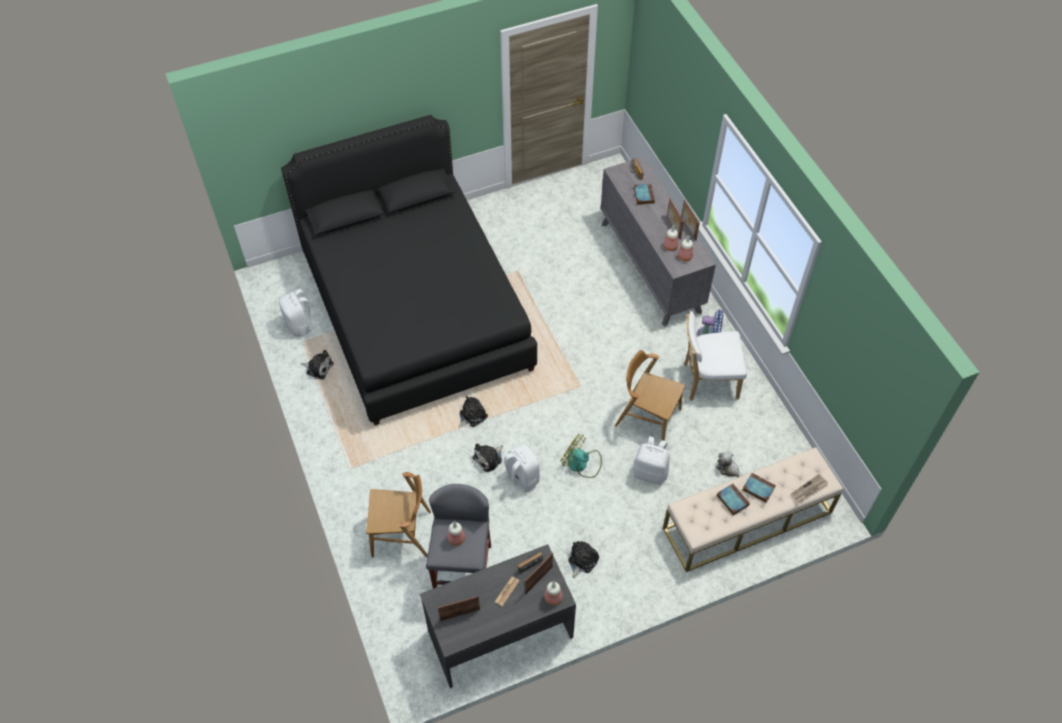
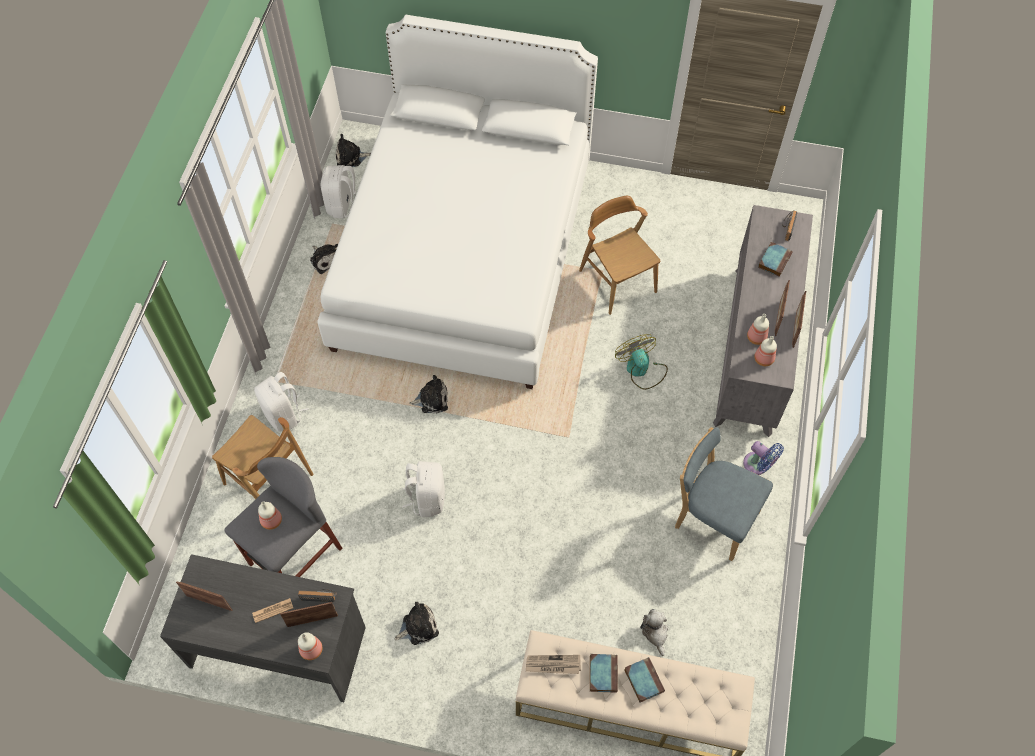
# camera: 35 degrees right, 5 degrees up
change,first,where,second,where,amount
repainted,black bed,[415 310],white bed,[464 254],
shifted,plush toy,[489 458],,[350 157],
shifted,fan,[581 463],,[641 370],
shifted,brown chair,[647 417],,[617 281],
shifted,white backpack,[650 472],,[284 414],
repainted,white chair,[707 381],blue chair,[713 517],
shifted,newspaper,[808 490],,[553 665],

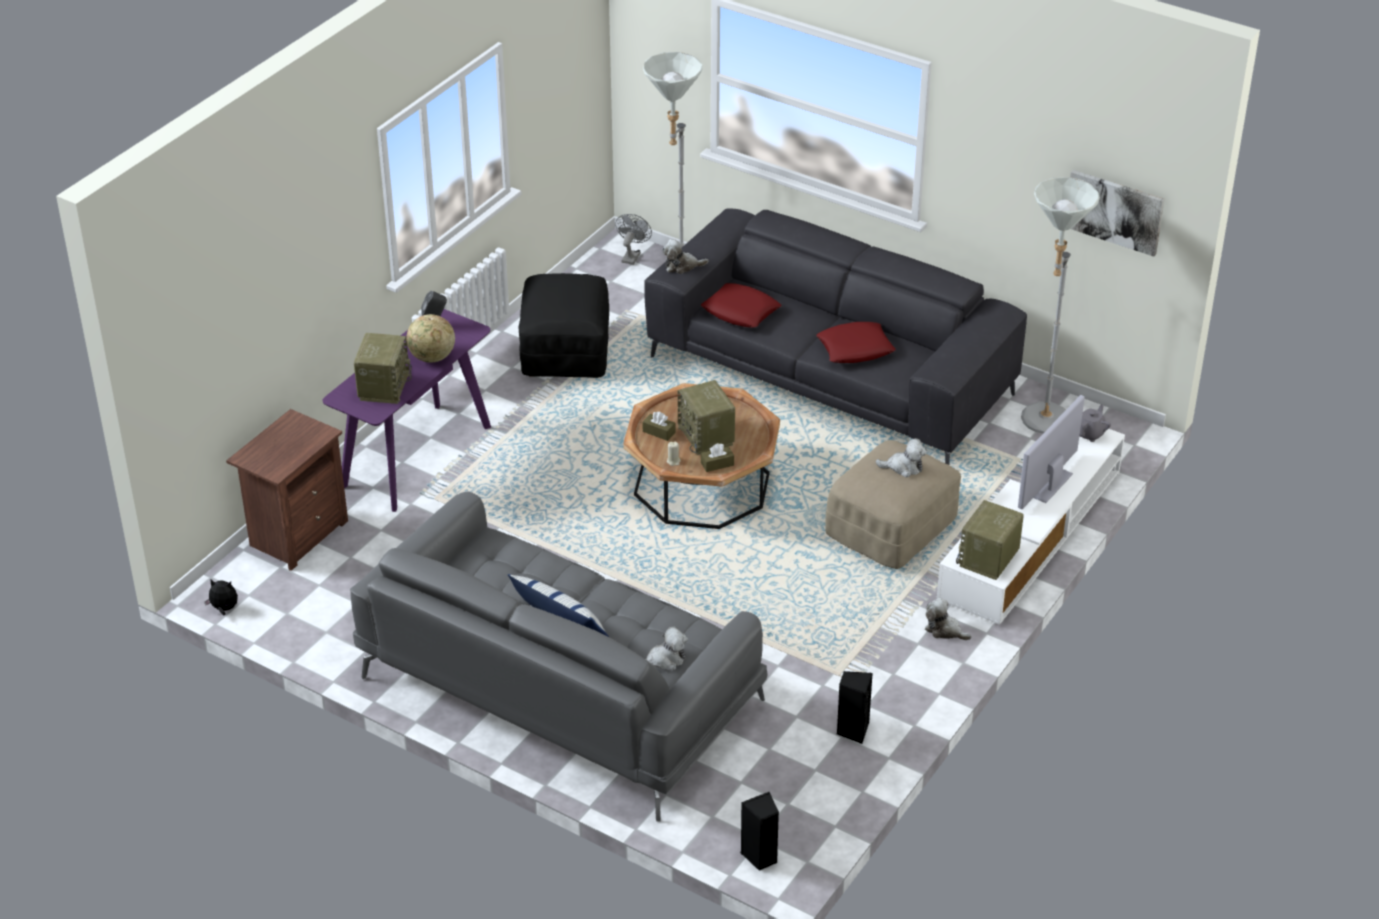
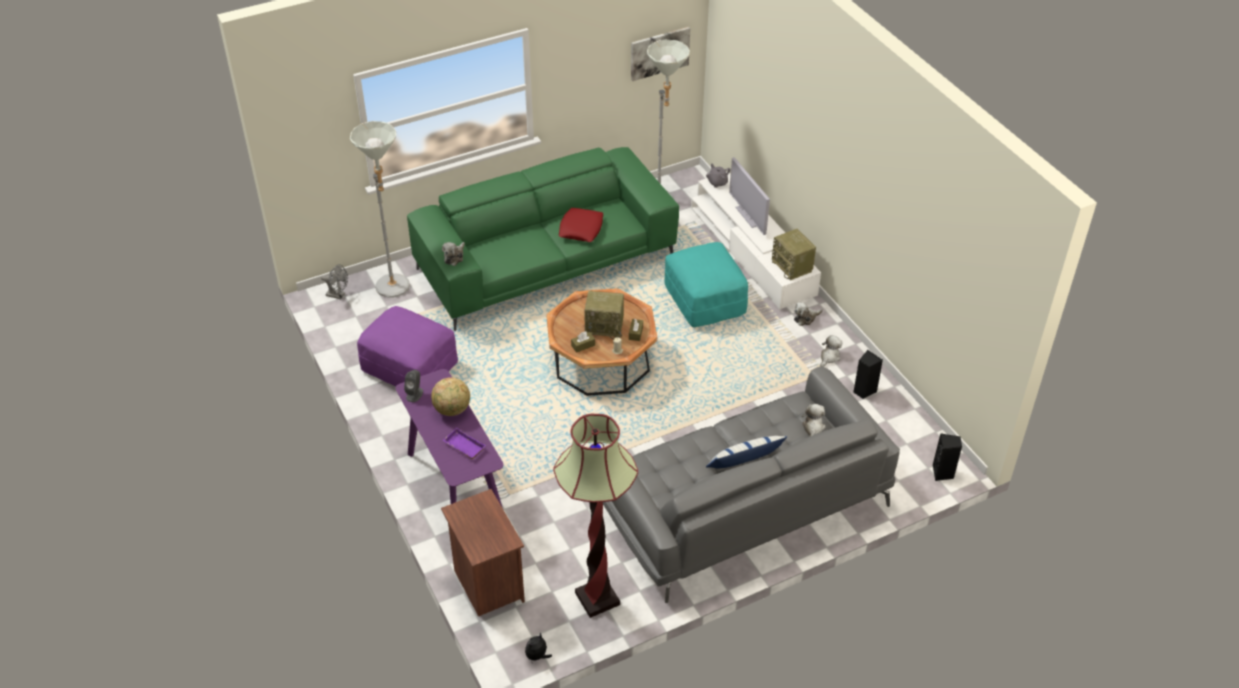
# camera: 60 degrees left, 5 degrees up
change,first,where,second,where,amount
swapped,radio,[383 386],purple tray,[463 446],
repainted,black ottoman,[565 350],purple ottoman,[409 367],
rotated,grey fan,[632 256],,[338 295],150 degrees clockwise
repainted,grey sofa,[830 376],green sofa,[545 263],
gone,red pillow,[741 311],,,
repainted,beige ottoman,[891 529],turquoise ottoman,[705 300],
shifted,plush toy,[903 467],,[829 357],
new,,,floor lamp,[597 598],

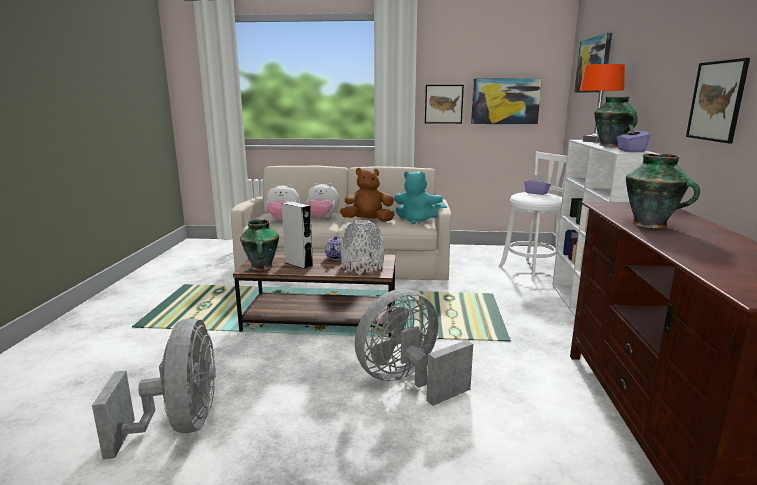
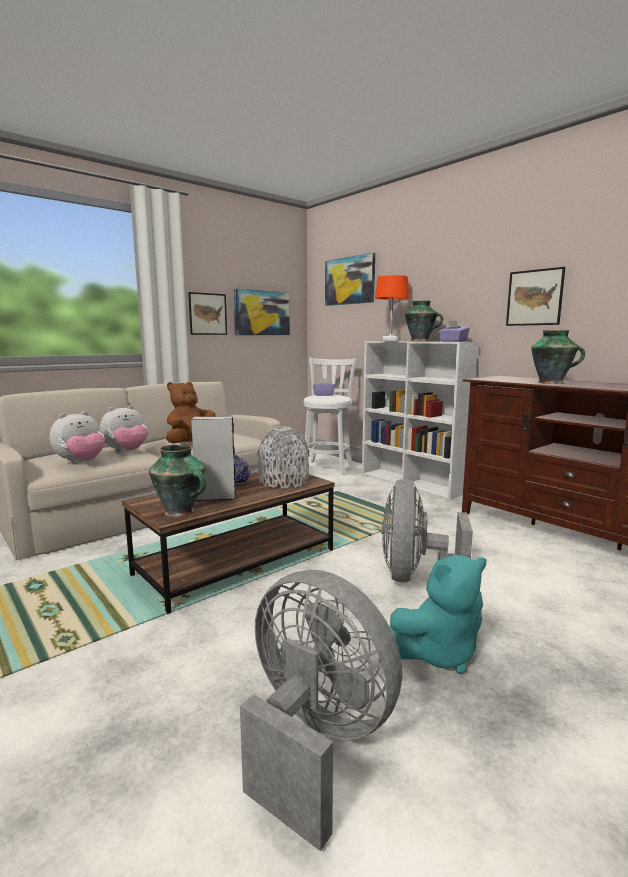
# camera: 45 degrees left, 5 degrees down
change,first,where,second,where,amount
shifted,turquoise plush toy,[417 220],,[438 653],

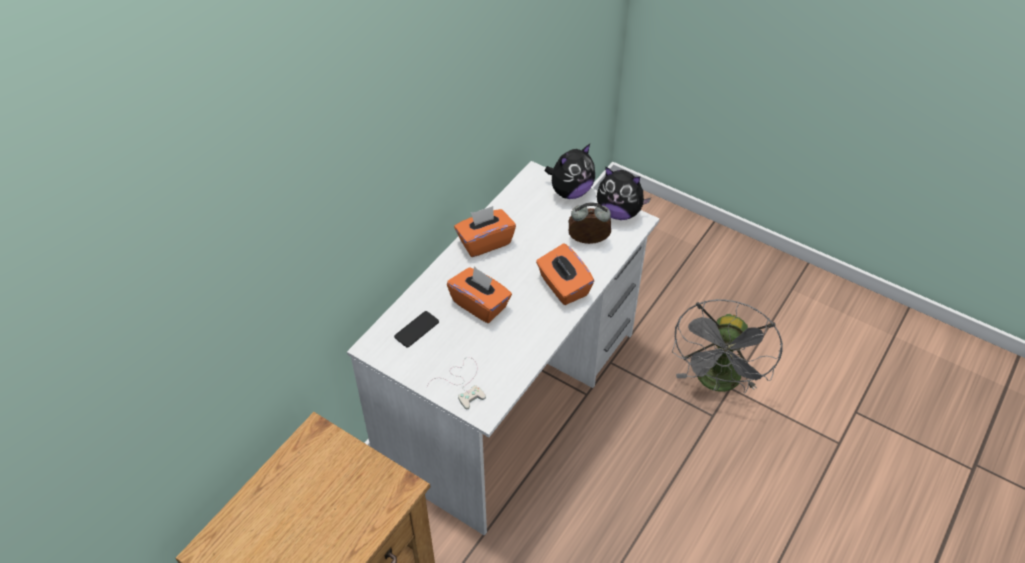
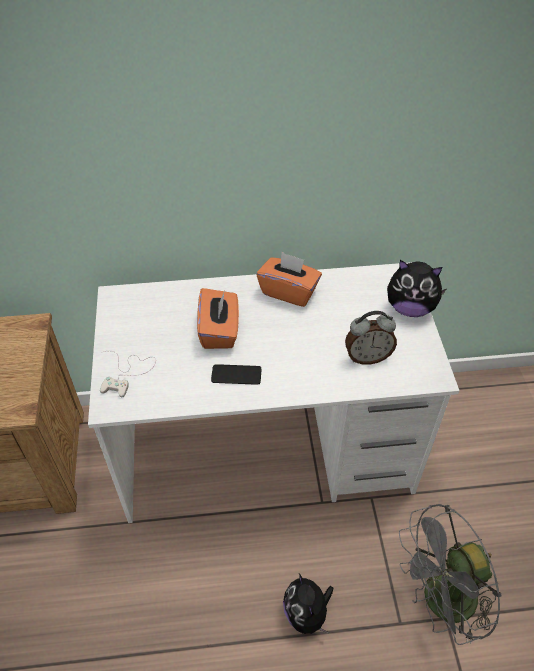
# camera: 50 degrees right, 0 degrees up
change,first,where,second,where,amount
shifted,phone,[416 329],,[236 375],
gone,orange tissue box,[563 286],,,
rotated,alarm clock,[588 242],,[367 357],120 degrees clockwise
shifted,plush toy,[619 212],,[307 613],

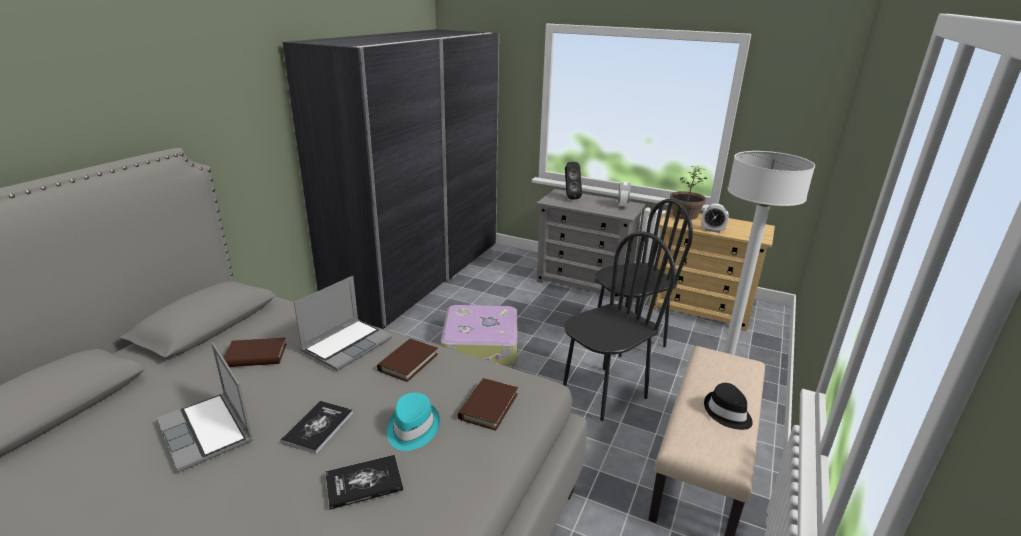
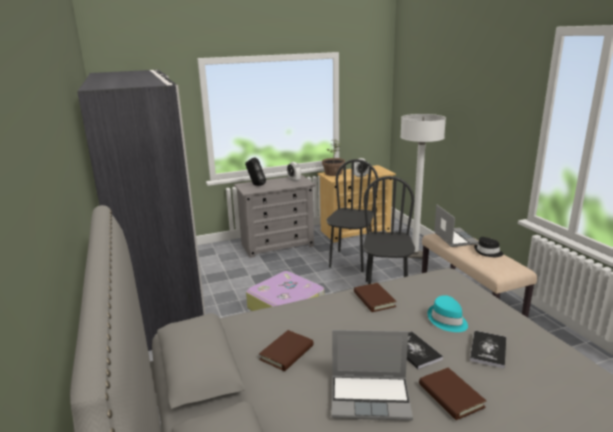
# camera: 45 degrees left, 5 degrees down
change,first,where,second,where,amount
shifted,laptop,[347 344],,[454 238],
shifted,brown book,[488 406],,[450 396],

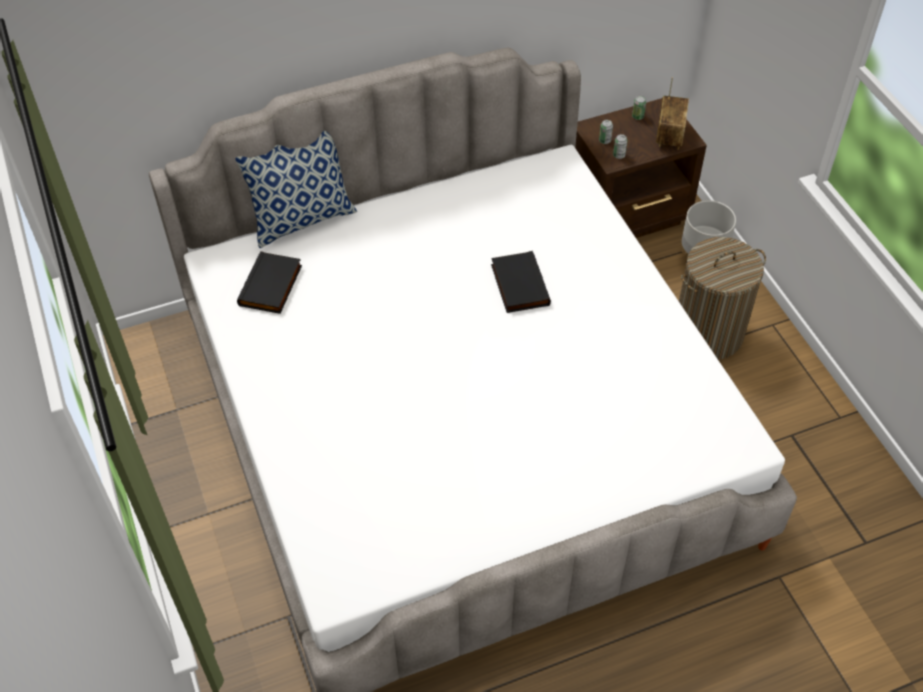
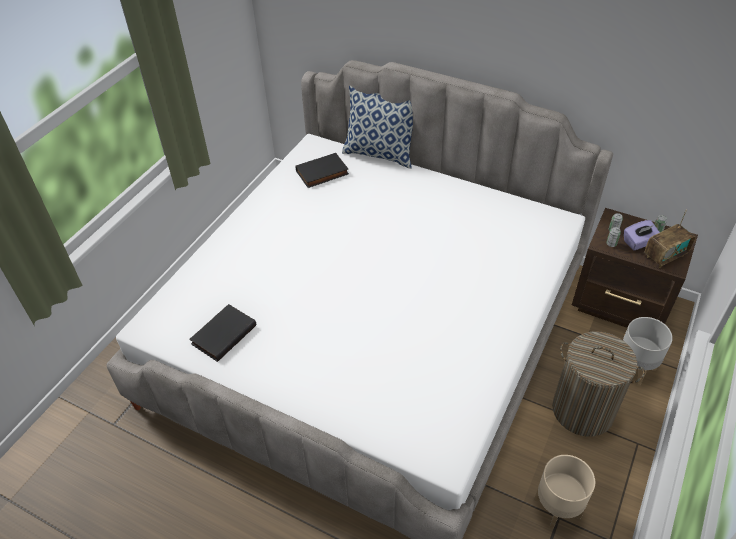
# camera: 50 degrees right, 5 degrees down
change,first,where,second,where,amount
shifted,black book,[518 285],,[223 334],
new,,,beige planter,[557 508],
new,,,purple tissue box,[639 242],

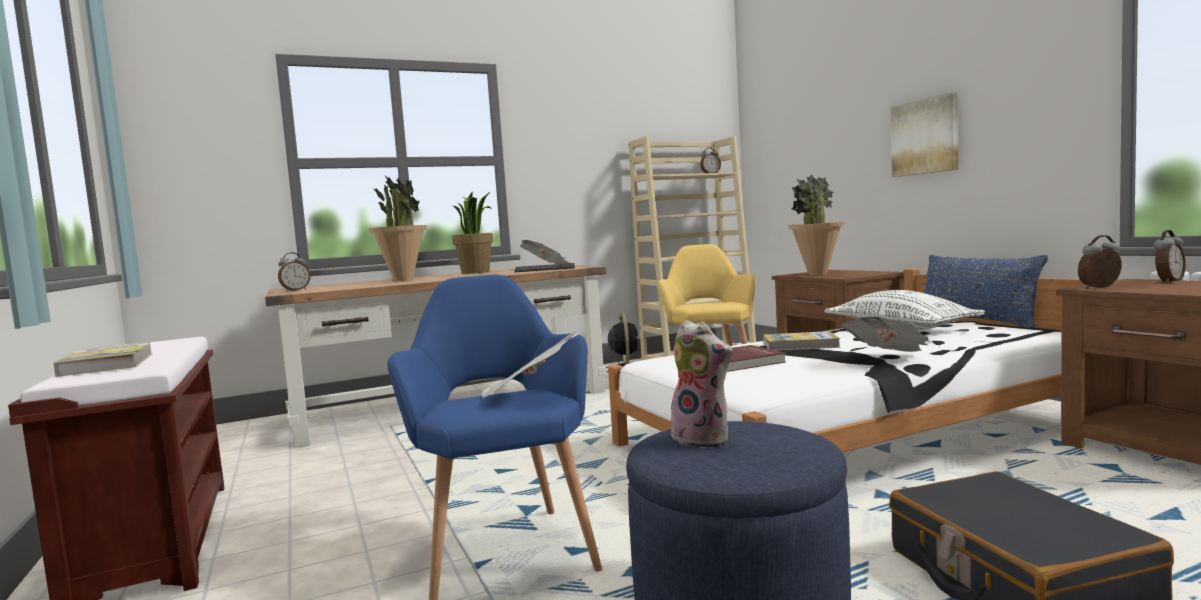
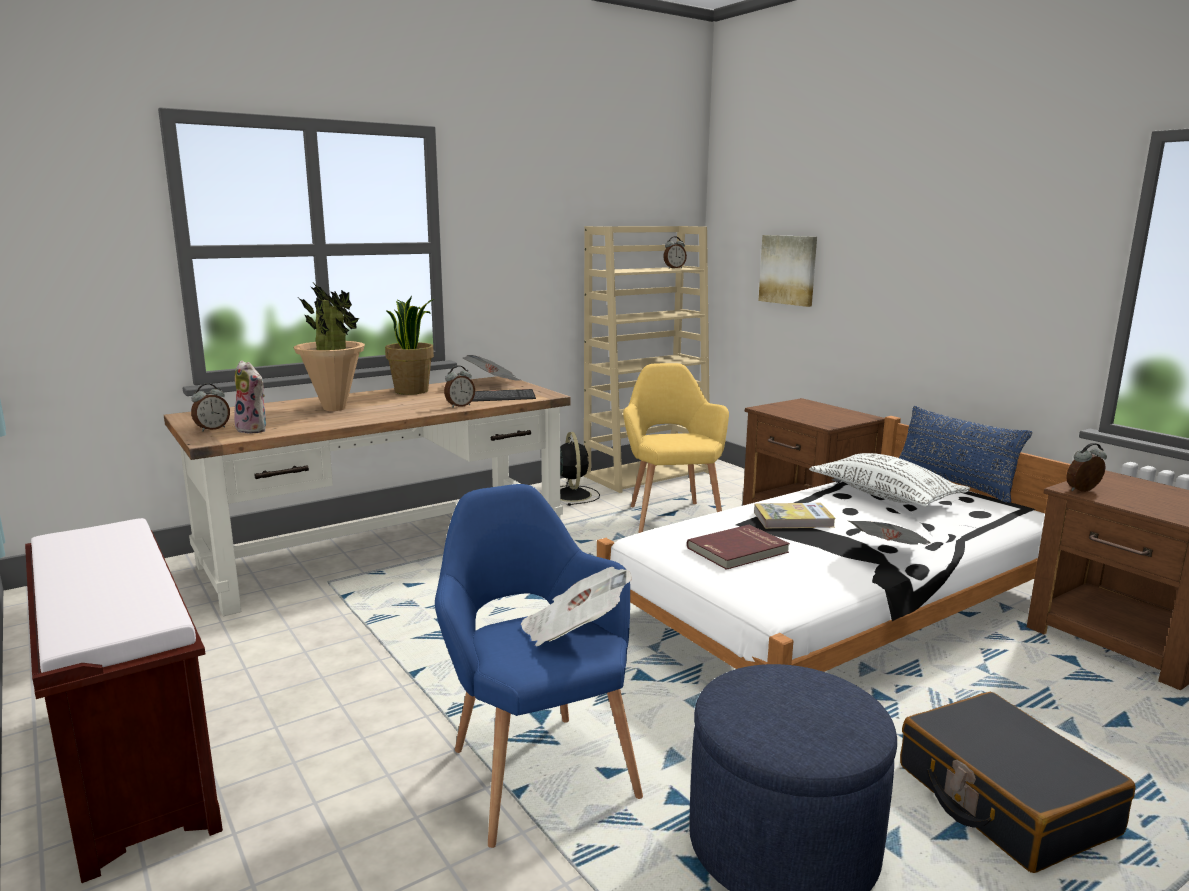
# camera: 10 degrees left, 10 degrees up
change,first,where,second,where,amount
gone,book,[108 364],,,
shifted,plush toy,[704 439],,[254 429],
gone,potted plant,[817 274],,,
shifted,picture,[925 136],,[788 270],
shifted,alarm clock,[1168 281],,[459 406],

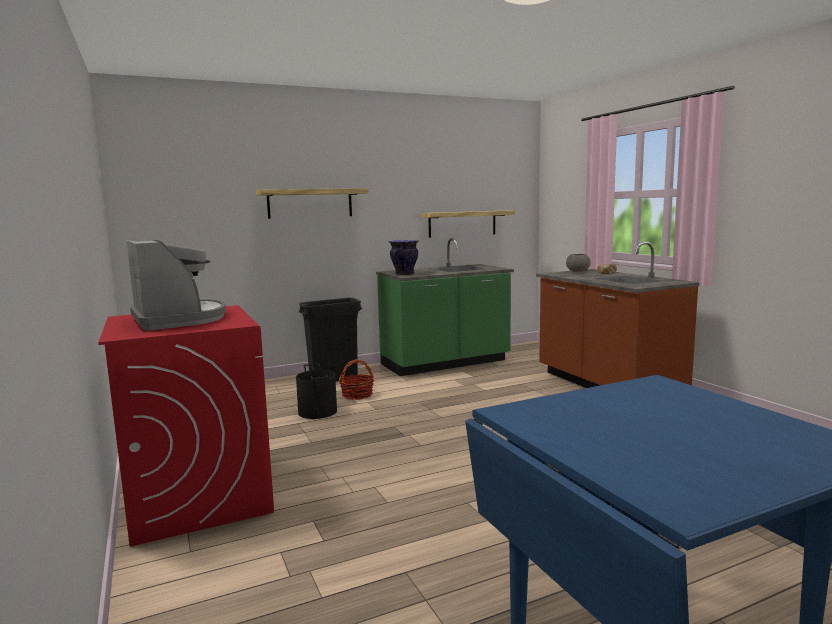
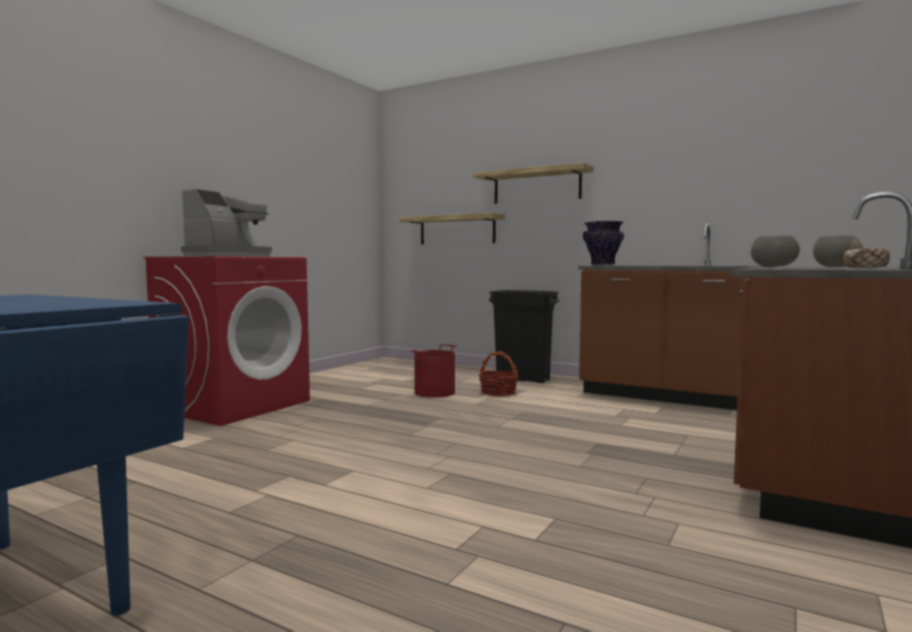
# camera: 55 degrees right, 5 degrees down
change,first,where,second,where,amount
repainted,black bucket,[317 412],red bucket,[434 392],
repainted,green counter,[445 363],brown counter,[669 396],
shifted,shelf,[462 223],,[457 230],
new,,,grey bowl,[772 267],

